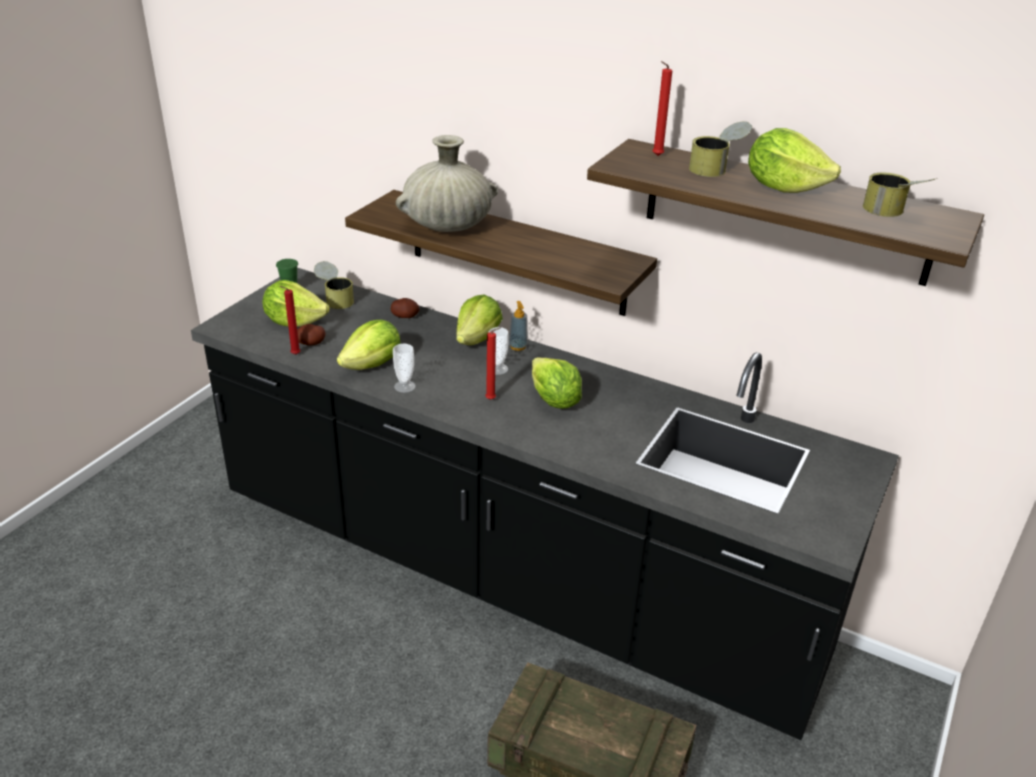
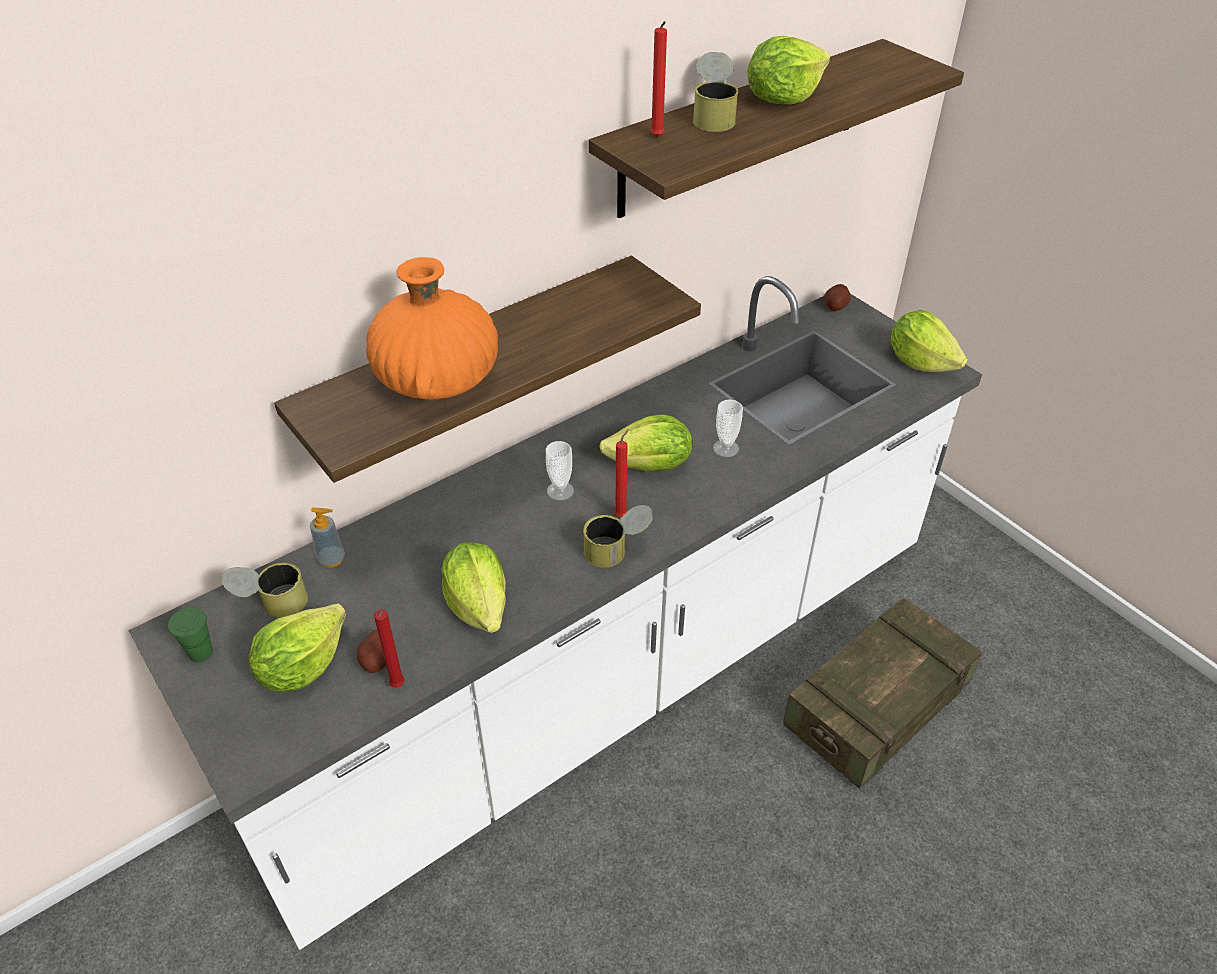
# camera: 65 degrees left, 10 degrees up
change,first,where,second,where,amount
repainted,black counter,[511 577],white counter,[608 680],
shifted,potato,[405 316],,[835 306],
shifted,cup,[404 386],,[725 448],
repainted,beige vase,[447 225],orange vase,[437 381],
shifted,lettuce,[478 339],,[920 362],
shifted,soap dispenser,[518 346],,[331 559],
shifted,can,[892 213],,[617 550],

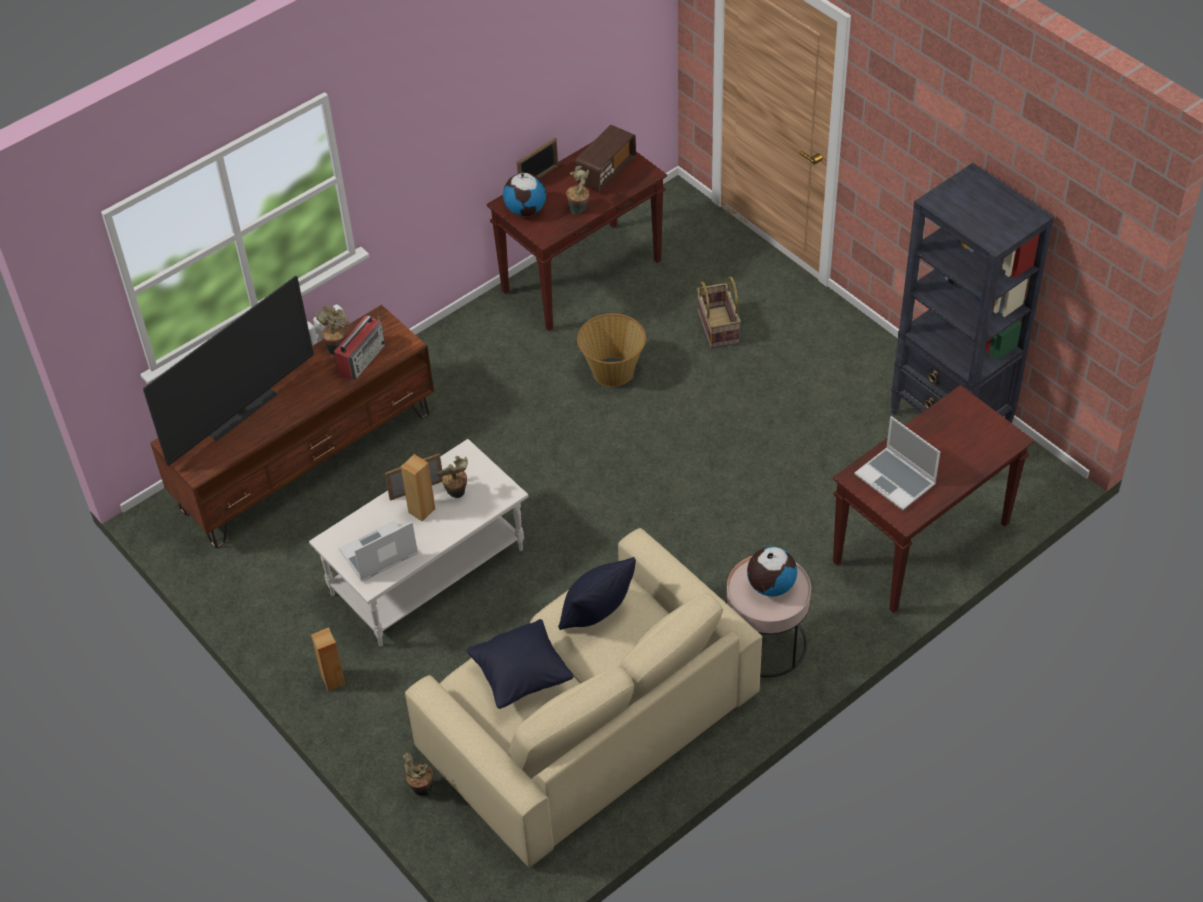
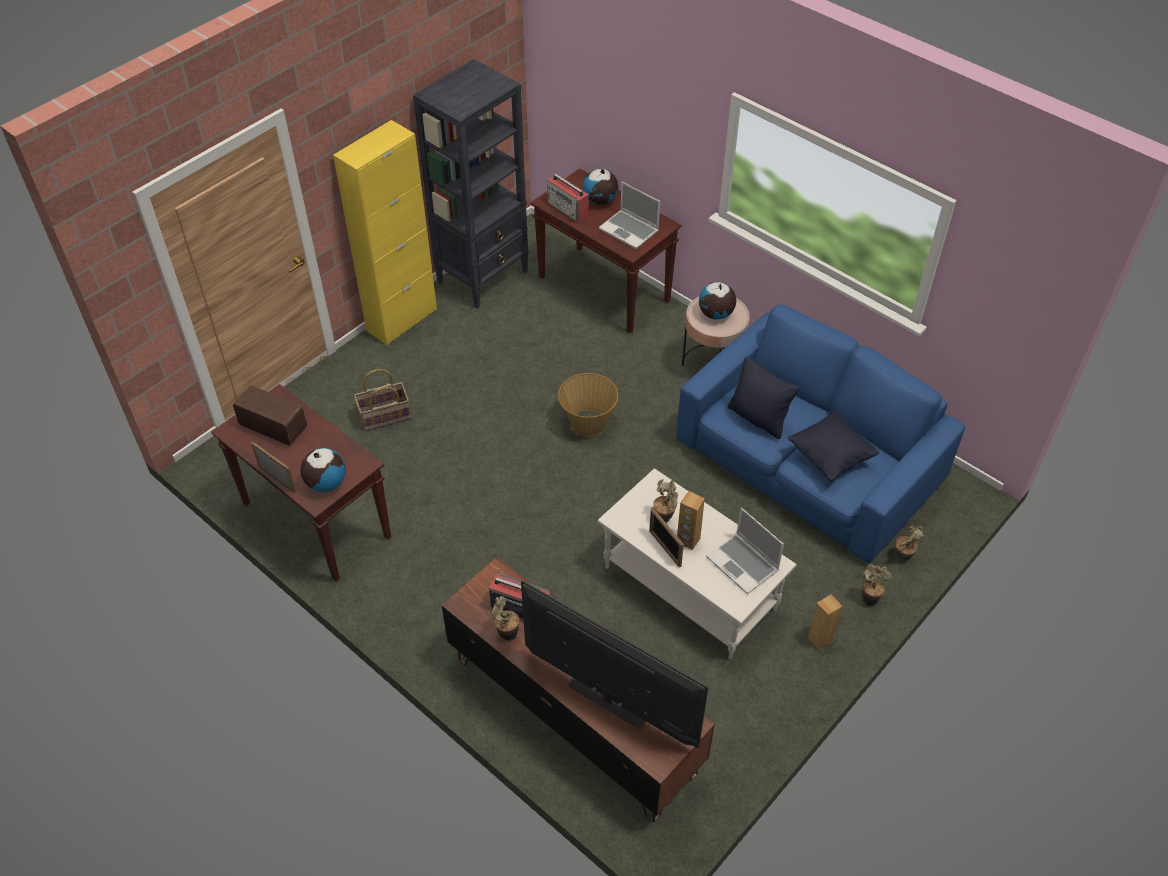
# camera: 100 degrees left, 0 degrees up
change,first,where,second,where,amount
repainted,beige sofa,[586 720],blue sofa,[808 461],
shifted,potted plant,[579 209],,[869 598],
shifted,basket,[613 371],,[588 423],
rotated,laptop,[896 480],,[630 230],90 degrees clockwise
new,,,yellow cabinet,[402 320],
new,,,radio,[568 209],
new,,,globe,[600 201],

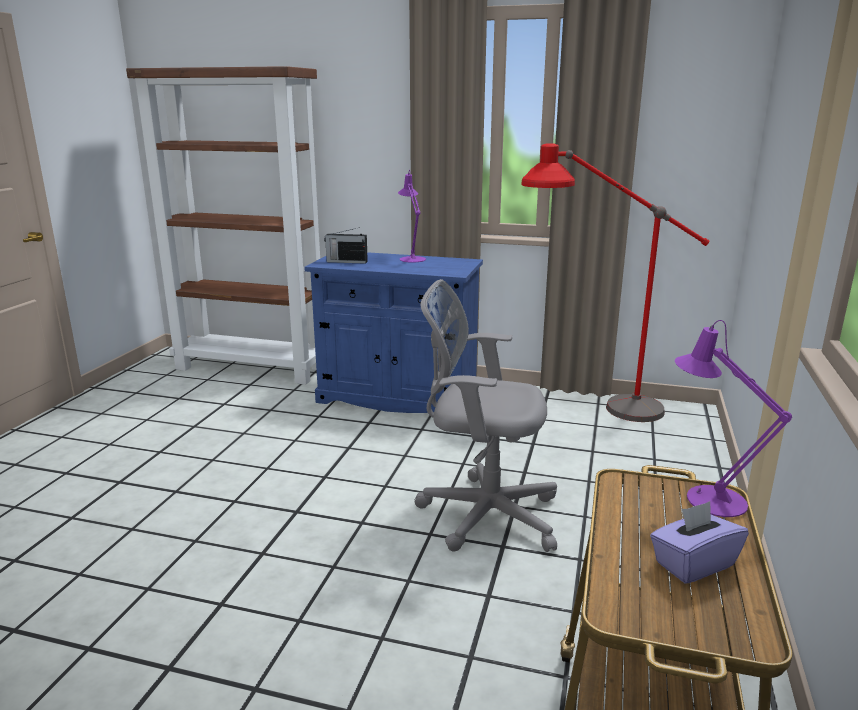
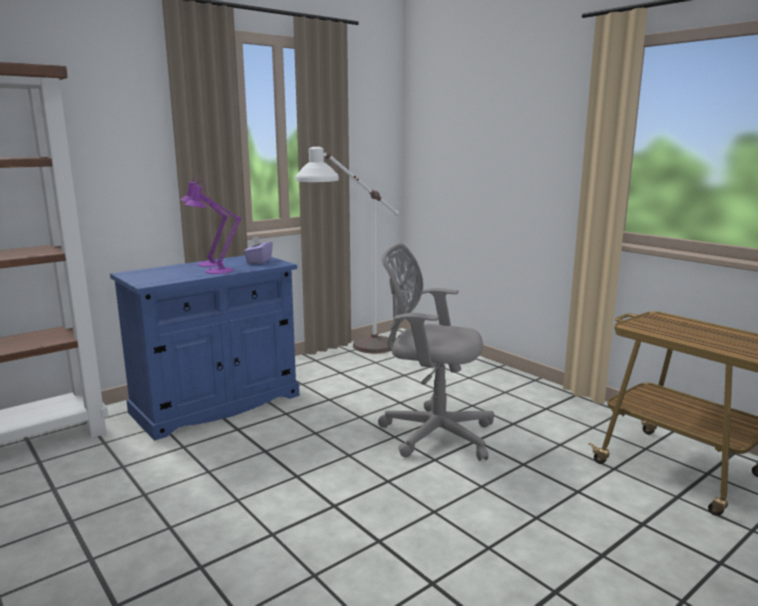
# camera: 55 degrees left, 5 degrees down
change,first,where,second,where,amount
gone,radio,[346 261],,,
rotated,grey office chair,[483 514],,[432 433],60 degrees clockwise
repainted,red floor lamp,[594 408],white floor lamp,[354 354],
shifted,purple tissue box,[693 563],,[259 261],
shifted,purple table lamp,[707 498],,[214 271],

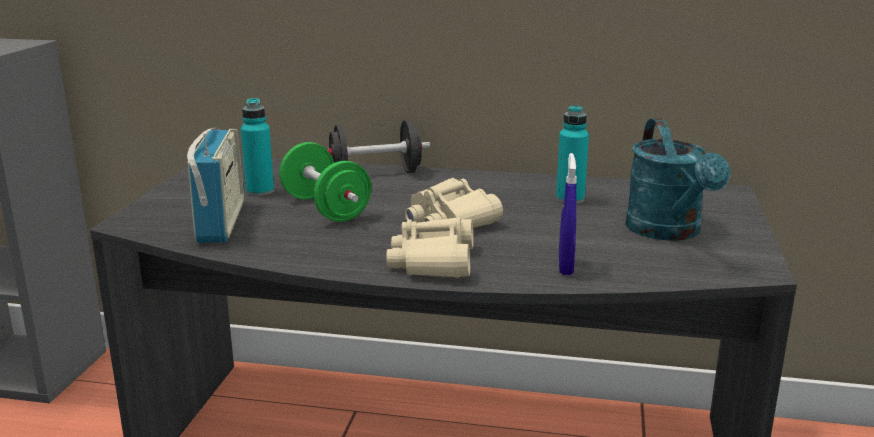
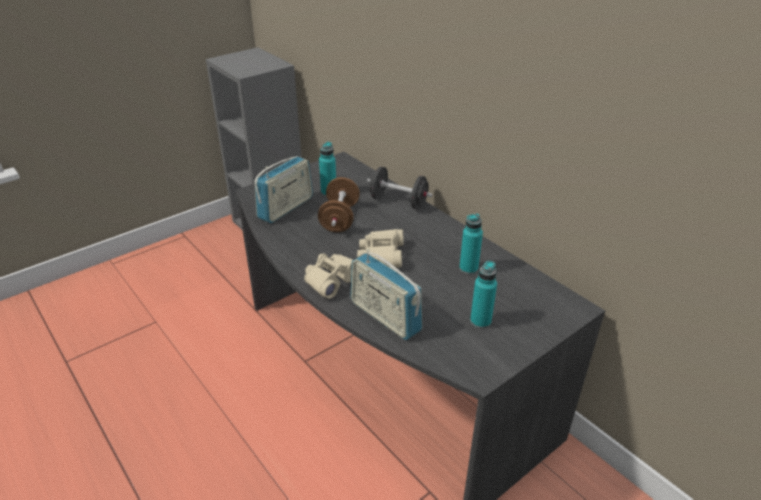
# camera: 40 degrees right, 15 degrees up
change,first,where,second,where,amount
repainted,green dumbbell,[326 208],brown dumbbell,[339 218],
swapped,blue spray bottle,[565 267],radio,[385 316],
swapped,turquoise watering can,[669 232],turquoise bottle,[480 321],

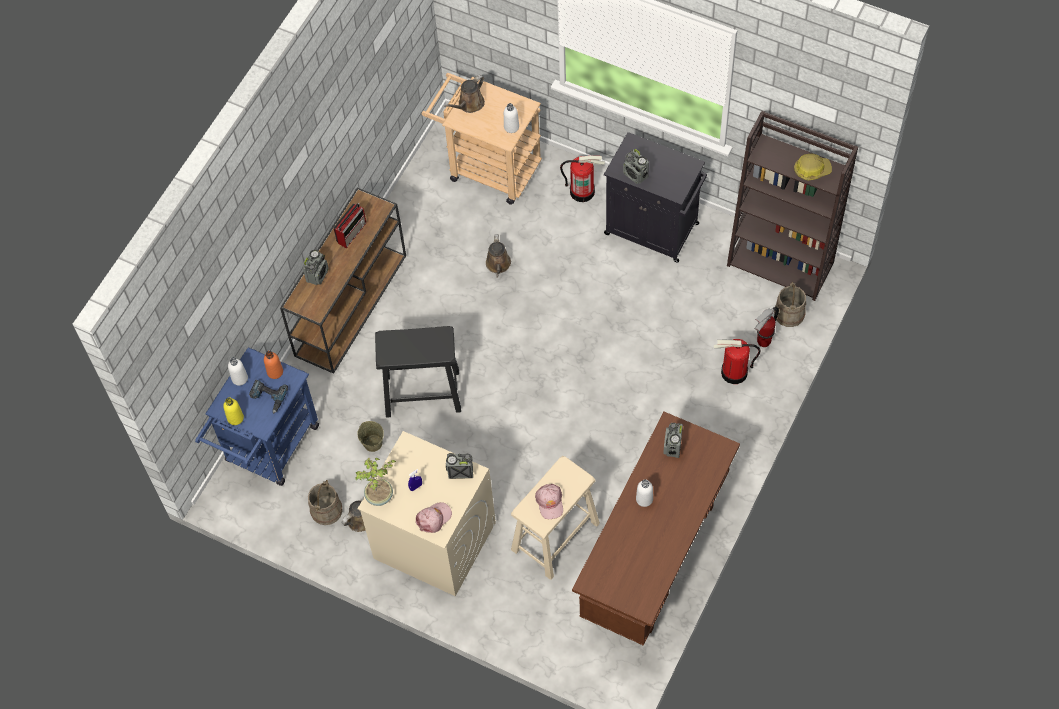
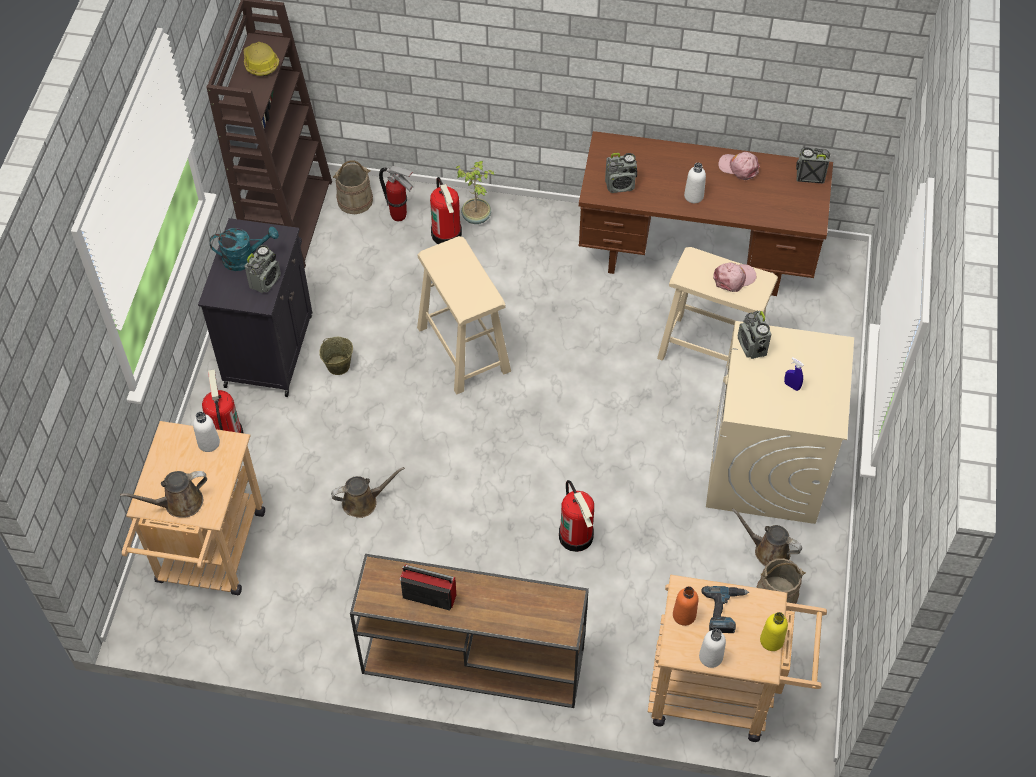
# camera: 110 degrees left, 5 degrees down
change,first,where,second,where,amount
repainted,blue cart,[268 450],beige cart,[722 693],
shifted,radio,[317 275],,[809 176],
shifted,potted plant,[380 496],,[476 216],
shifted,beige bucket,[372 443],,[338 366],
swapped,black stool,[422 393],fire extinguisher,[576 536],
shifted,pink cap,[434 518],,[739 167],
rotated,brown watering can,[469 104],,[179 503],135 degrees clockwise
new,,,turquoise watering can,[244 258],
new,,,beige stool,[463 349],

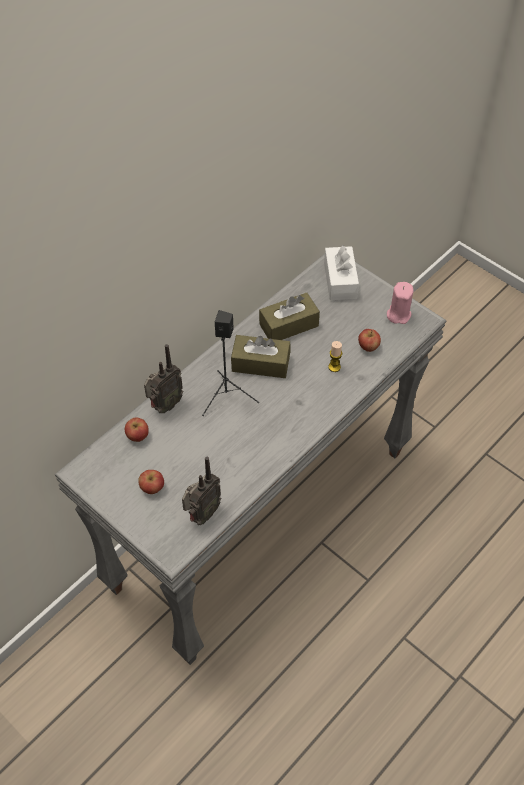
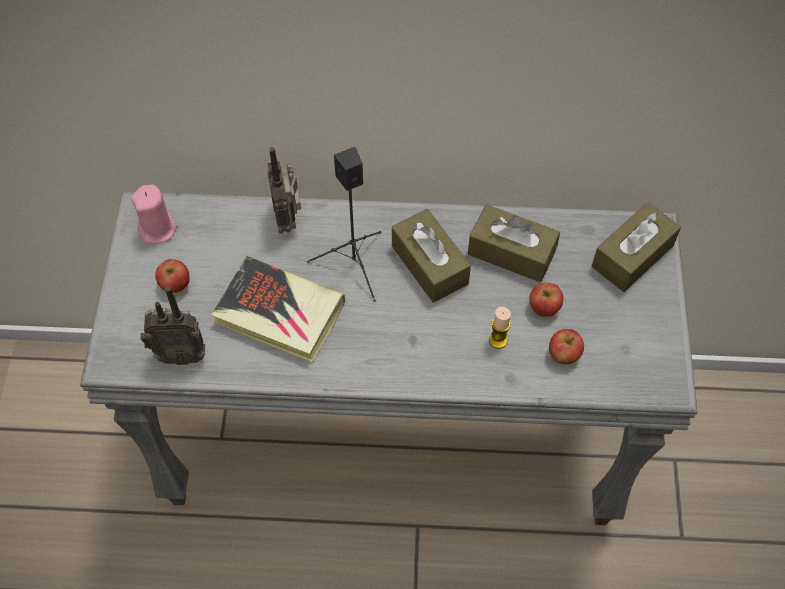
# camera: 50 degrees right, 5 degrees up
change,first,where,second,where,amount
shifted,apple,[138 436],,[544 308],
rotated,radio,[164 405],,[288 219],75 degrees clockwise
repainted,white tissue box,[340 280],brown tissue box,[632 256],
shifted,pink candle,[398 314],,[158 229],
new,,,book,[279 313],

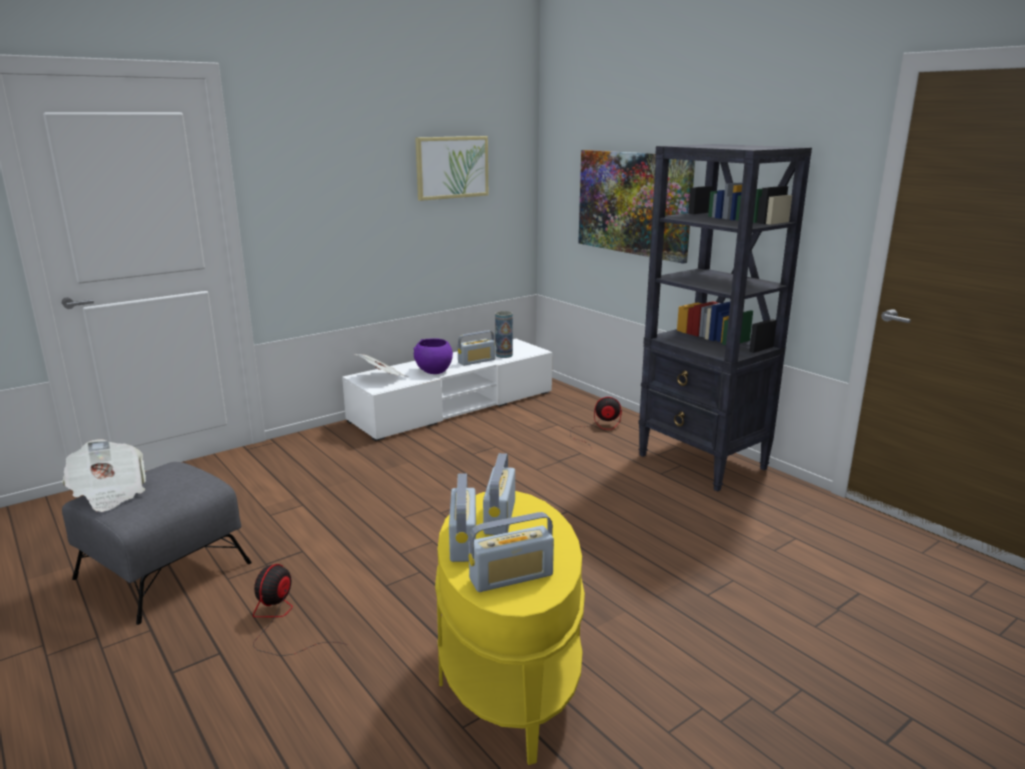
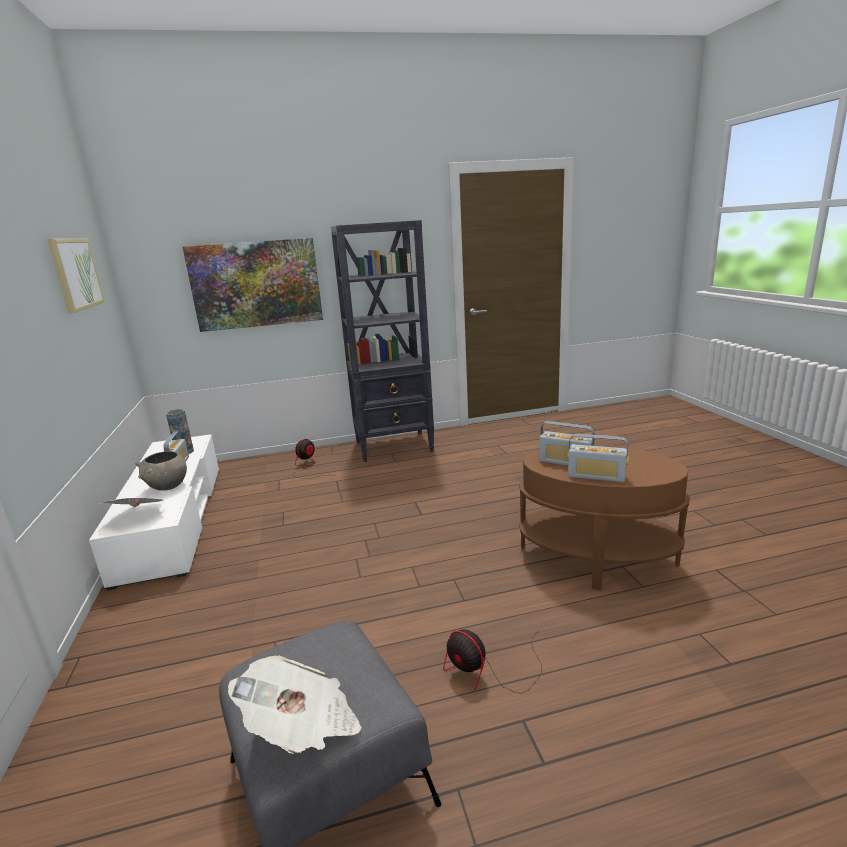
# camera: 65 degrees left, 0 degrees up
change,first,where,second,where,amount
repainted,purple bowl,[433 371],grey bowl,[167 487],
repainted,yellow side table,[509 676],brown side table,[596 559],
gone,radio,[511 577],,,

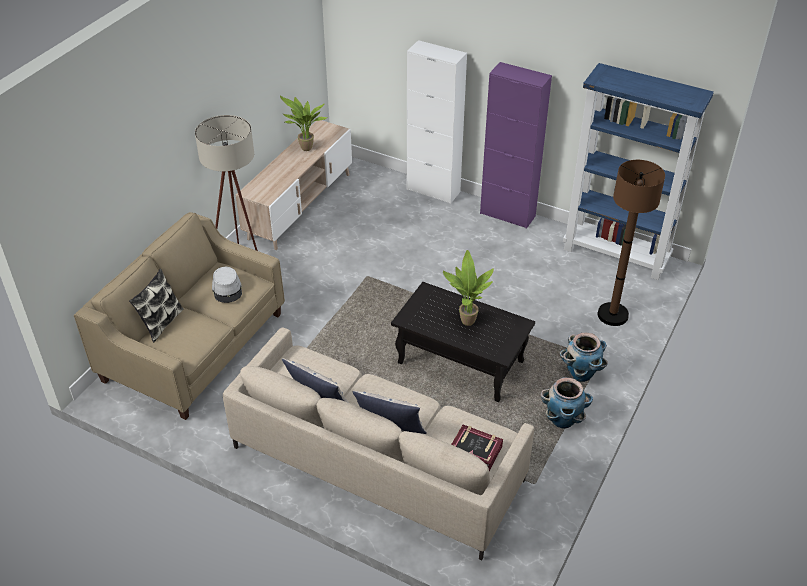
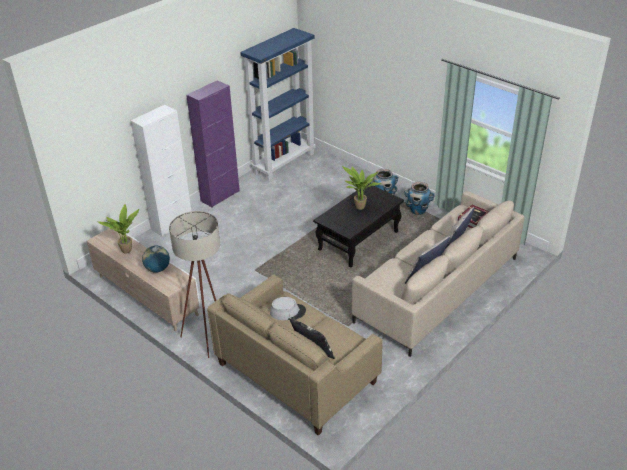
# camera: 75 degrees left, 5 degrees down
change,first,where,second,where,amount
gone,brown floor lamp,[612 315],,,
new,,,globe,[157 269],

